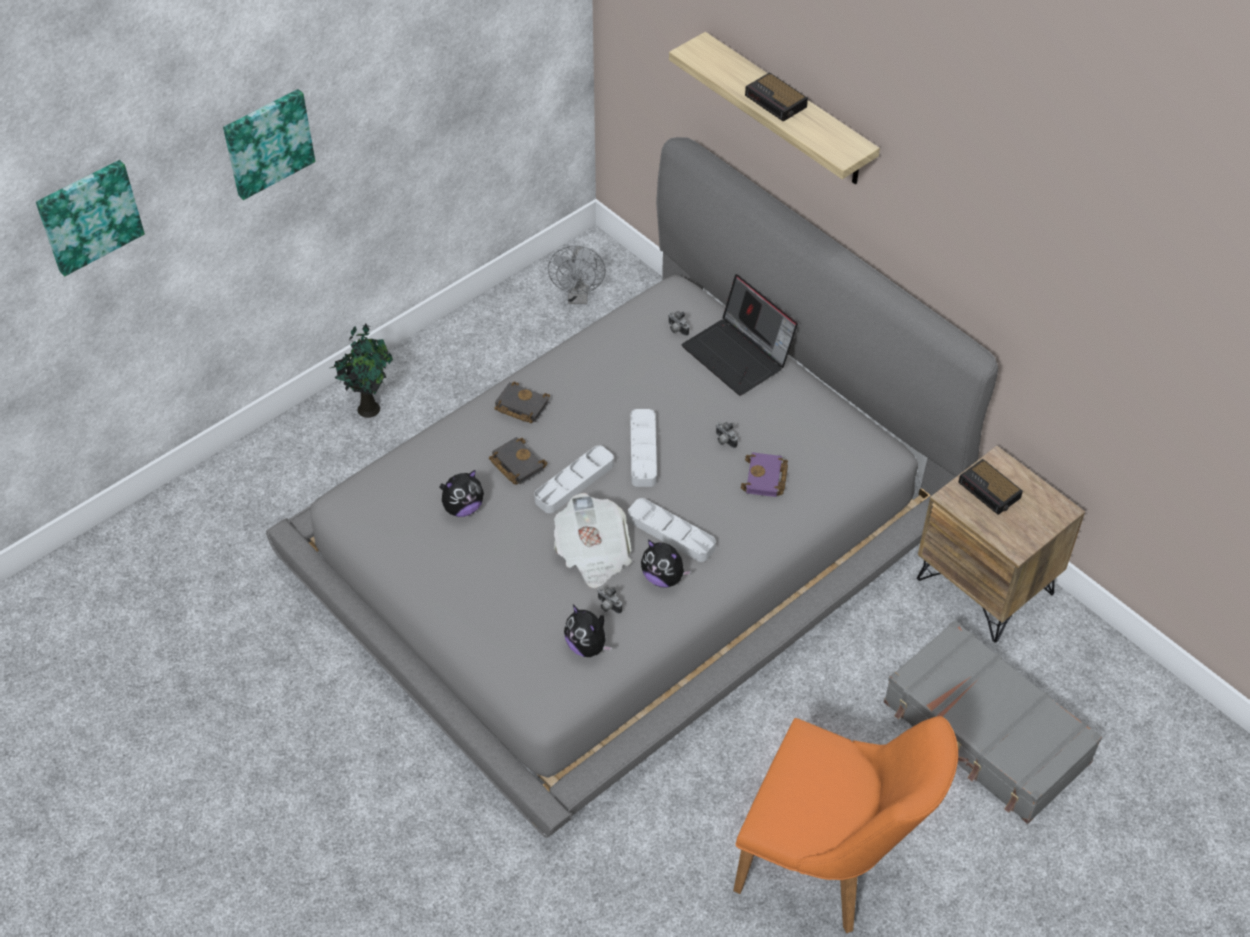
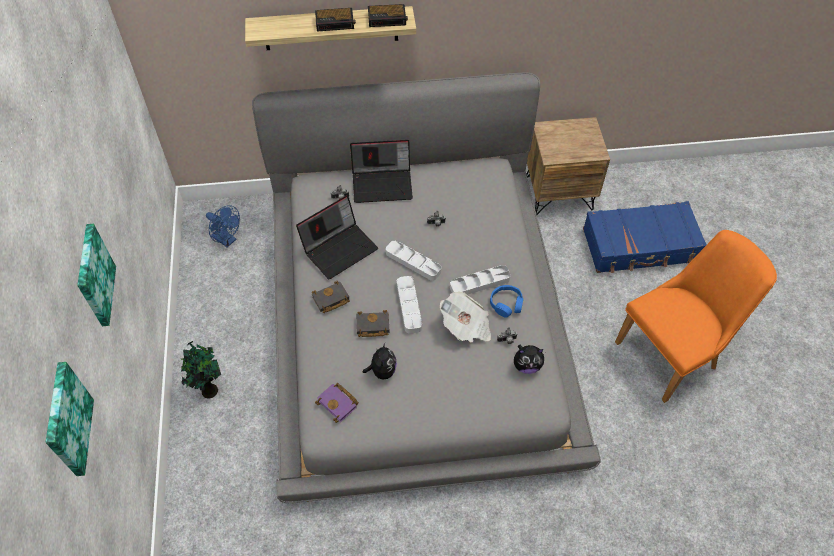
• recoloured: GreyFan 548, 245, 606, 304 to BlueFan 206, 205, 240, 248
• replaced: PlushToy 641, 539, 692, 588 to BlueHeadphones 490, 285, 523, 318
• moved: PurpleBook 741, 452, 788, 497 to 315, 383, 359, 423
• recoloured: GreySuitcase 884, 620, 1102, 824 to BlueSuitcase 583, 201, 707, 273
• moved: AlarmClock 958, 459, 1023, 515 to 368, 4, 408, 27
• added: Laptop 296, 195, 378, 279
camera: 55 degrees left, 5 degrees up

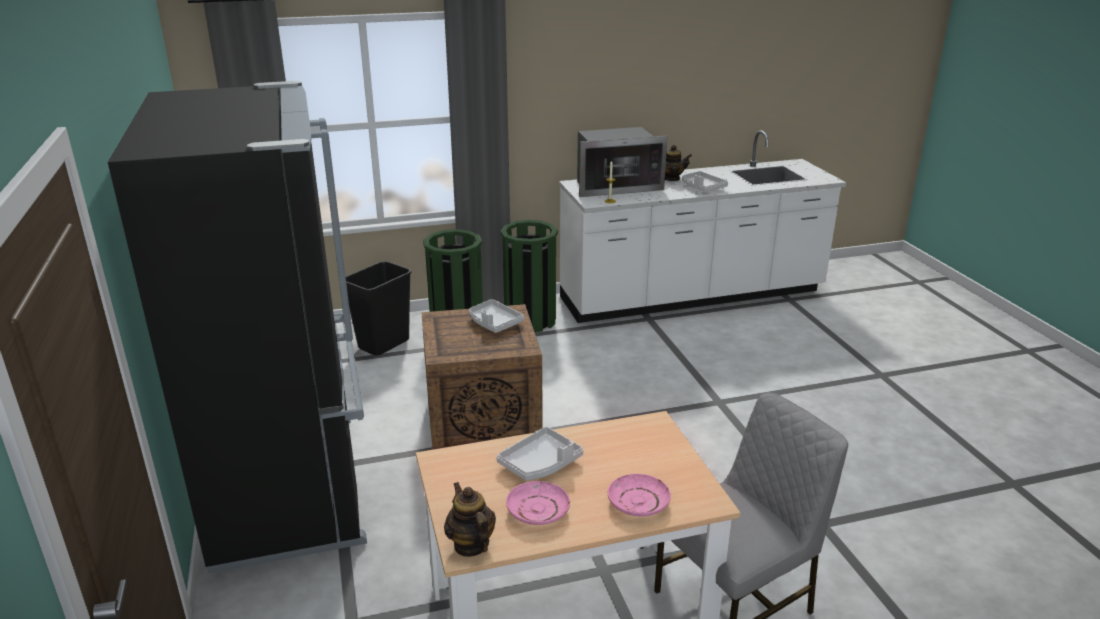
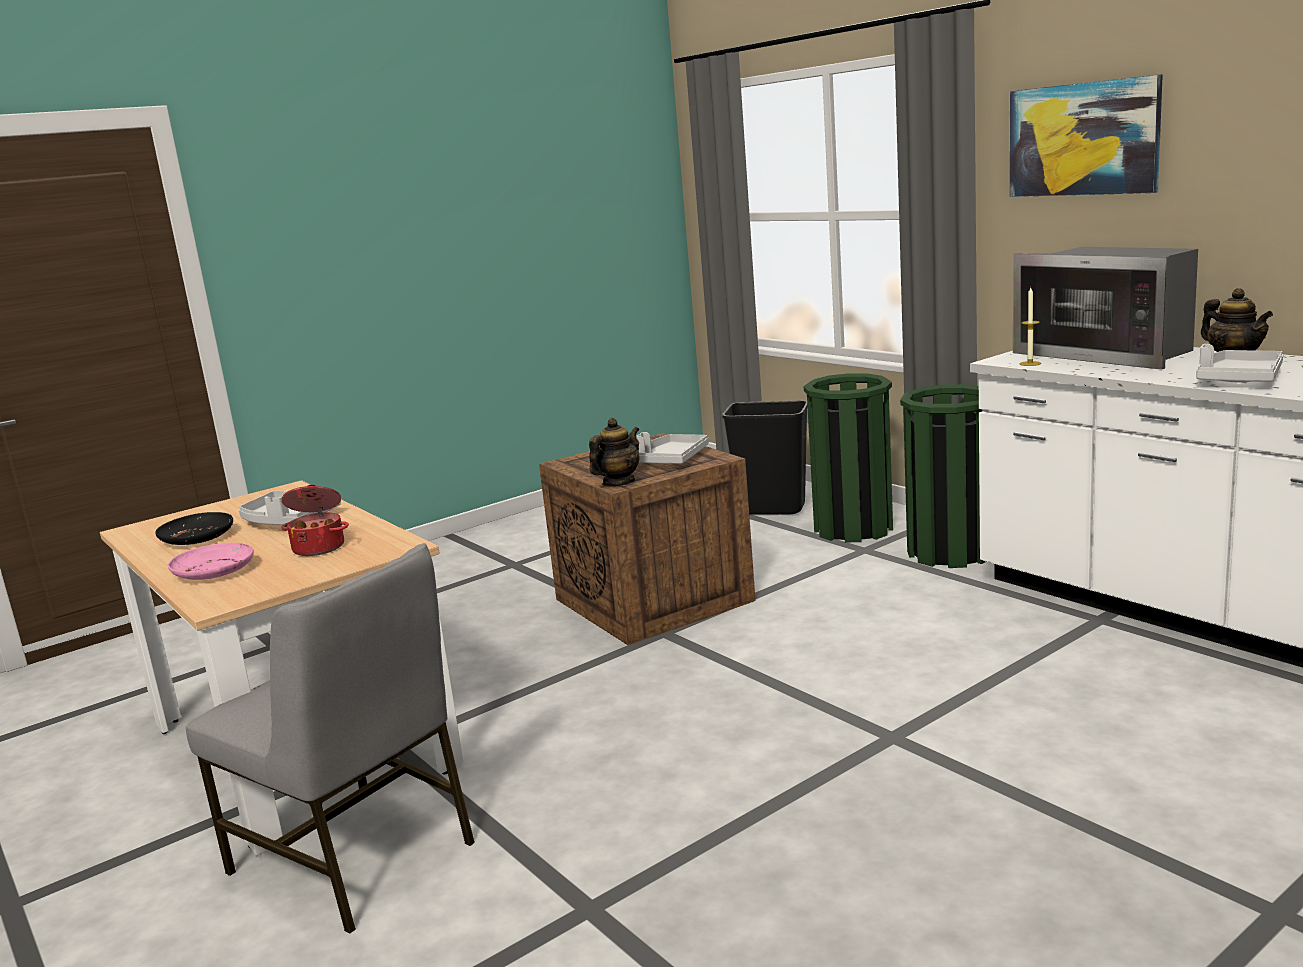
• removed: BlackFridge 108, 81, 367, 574
• moved: Teapot 444, 482, 496, 557 to 589, 418, 640, 486
• recoloured: PinkPlate 506, 481, 570, 525 to BlackPlate 155, 512, 233, 545
• added: CookingPot 282, 485, 349, 556
• added: Picture 1010, 74, 1163, 197
camera: 70 degrees right, 10 degrees down

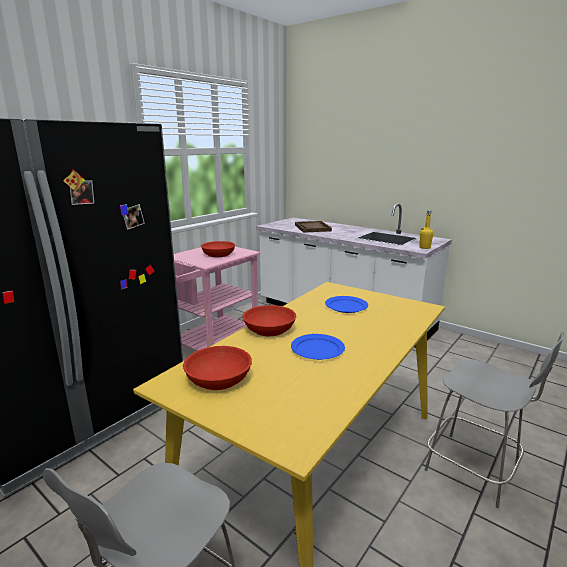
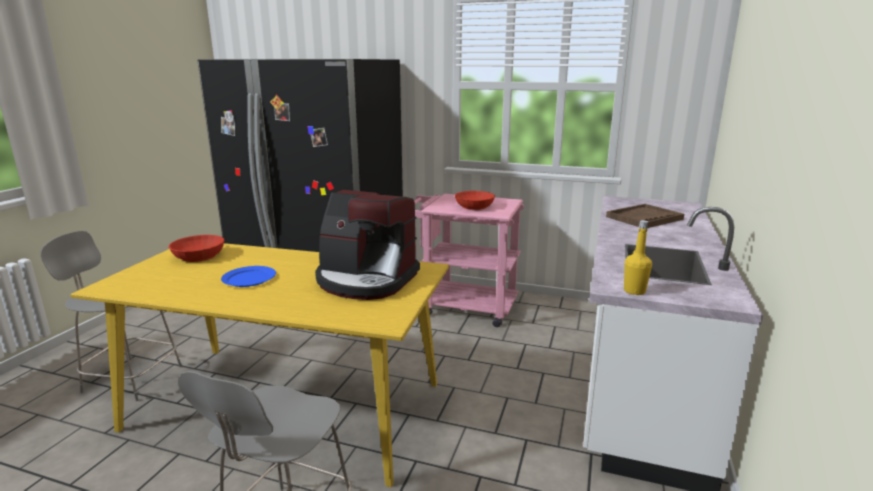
• removed: RedBowl 242, 305, 296, 336
• replaced: BluePlate 325, 296, 368, 313 to CoffeeMachine 315, 190, 420, 300
camera: 70 degrees right, 0 degrees up

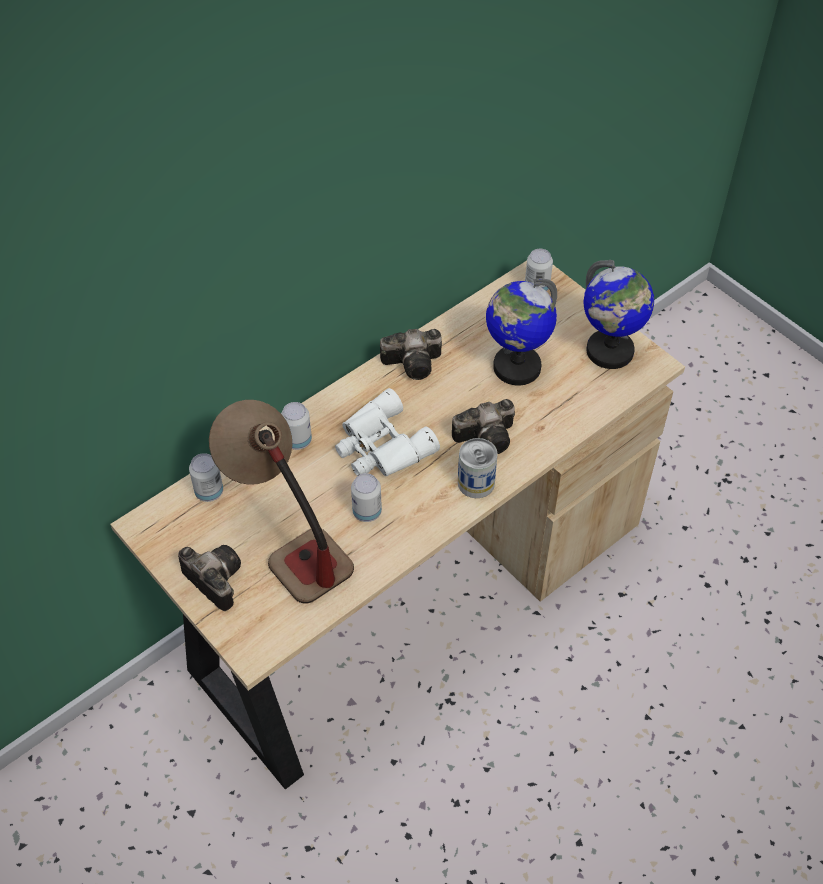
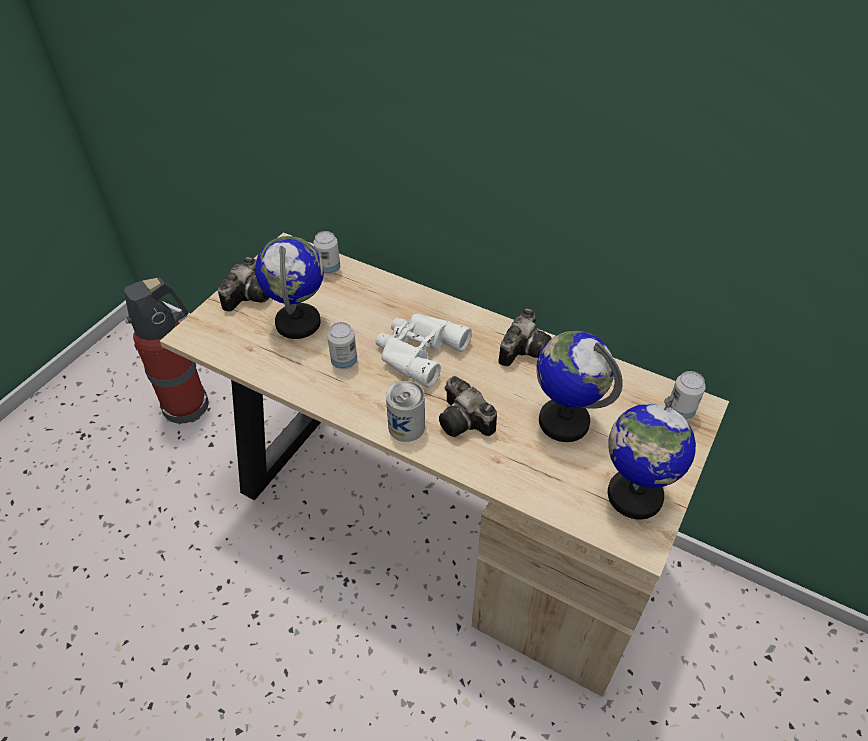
• replaced: TableLamp 209, 400, 354, 604 to Globe 255, 236, 324, 339
• removed: Can 281, 402, 312, 450
• turned: PhotoCamera 380, 329, 442, 380 = 498, 308, 552, 366 120 degrees counterclockwise
• added: FireExtinguisher 124, 277, 209, 424
camera: 70 degrees right, 5 degrees down

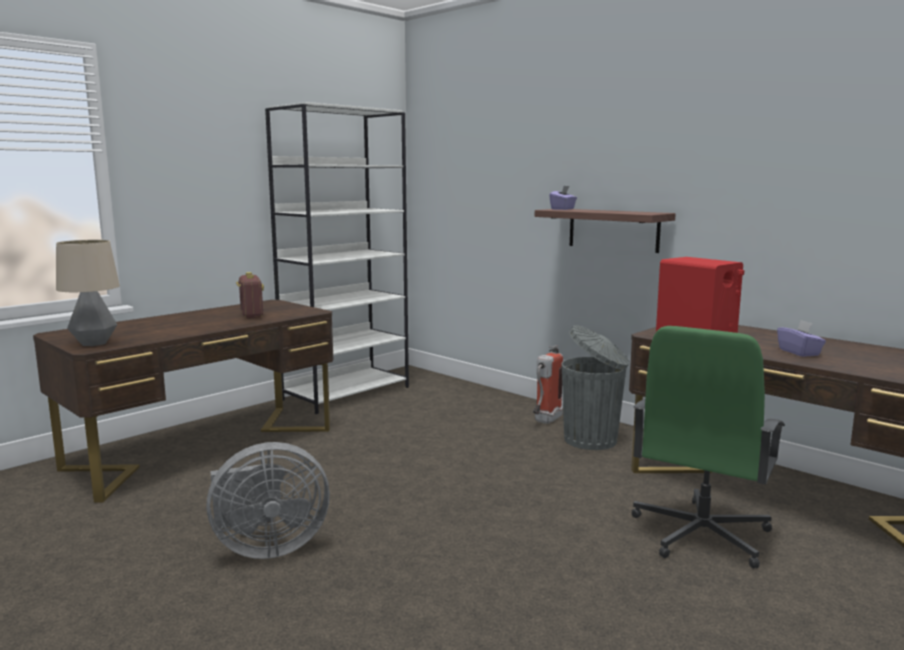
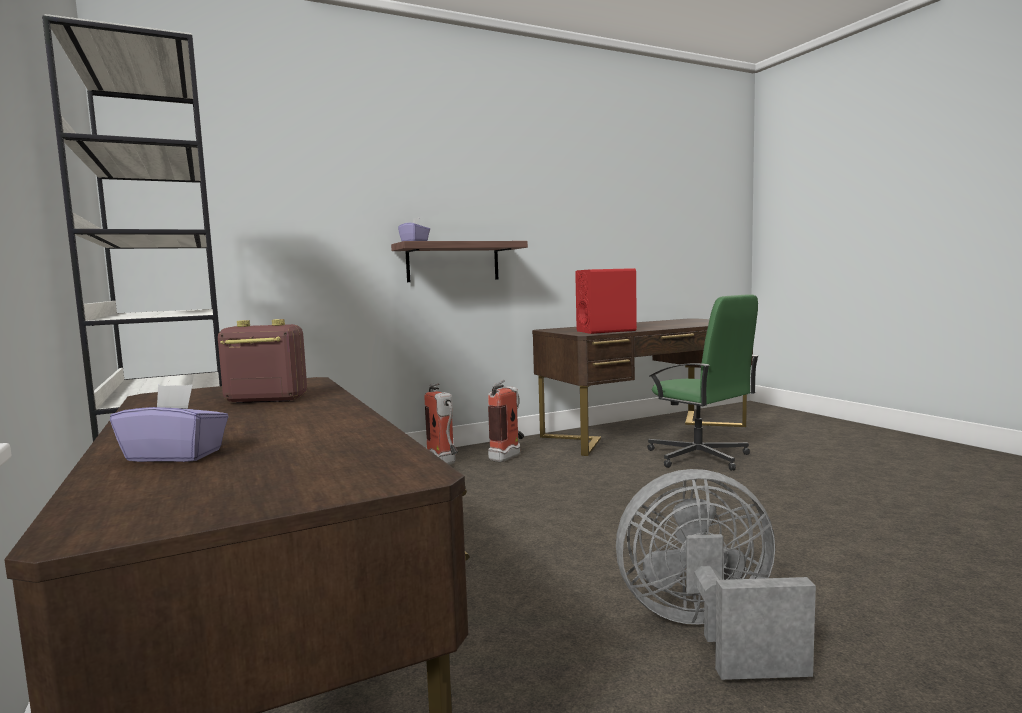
• removed: TableLamp 56, 240, 120, 346
• turned: GreyFan 207, 442, 330, 559 = 616, 469, 816, 680 90 degrees counterclockwise
• replaced: GreyTrashCan 561, 325, 630, 450 to FireExtinguisher 488, 380, 524, 462
• moved: PurpleTissueBox 777, 320, 826, 357 to 110, 384, 229, 462
camera: 70 degrees left, 5 degrees down

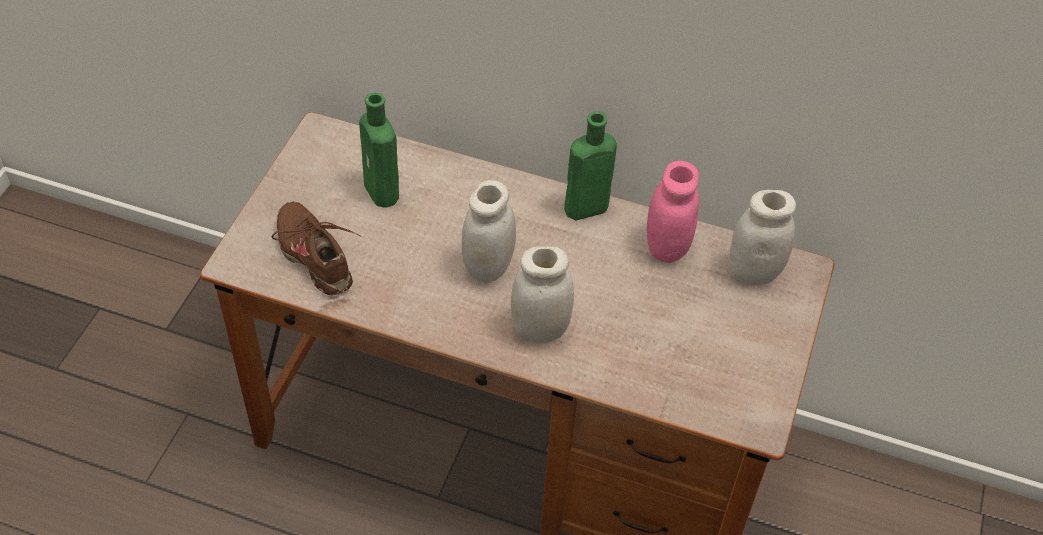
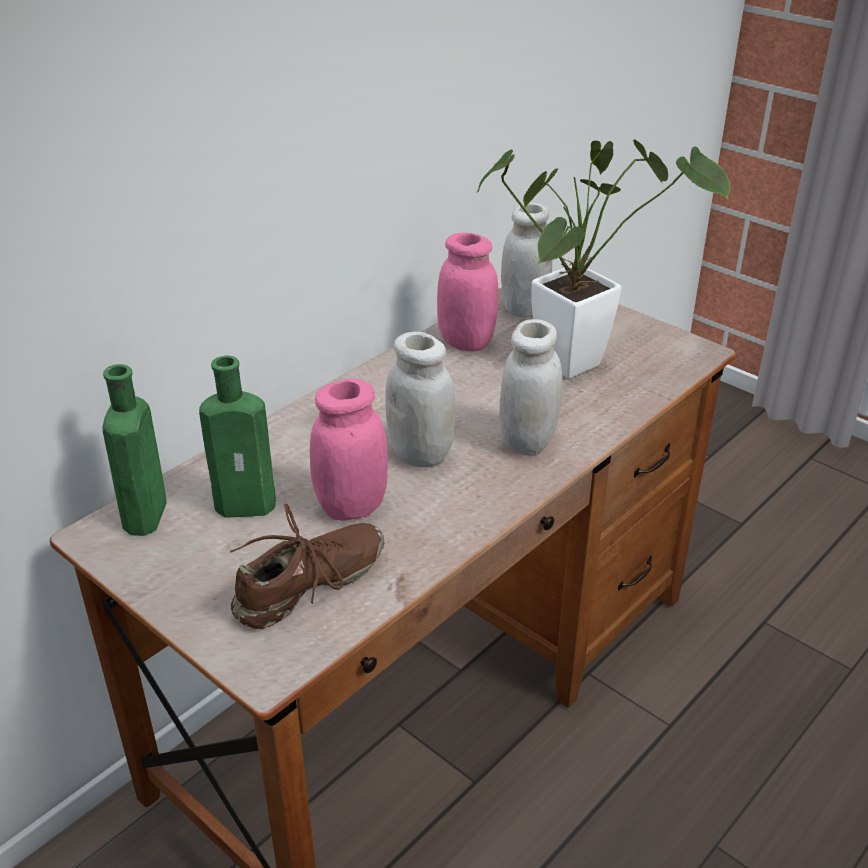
• turned: BrownShoe 271, 201, 361, 296 = 230, 504, 384, 629 150 degrees clockwise
• moved: GreenBottle 564, 111, 617, 220 to 103, 364, 167, 536
• added: PinkJar 310, 379, 388, 521
• added: PottedPlant 476, 140, 730, 379
camera: 65 degrees left, 15 degrees down

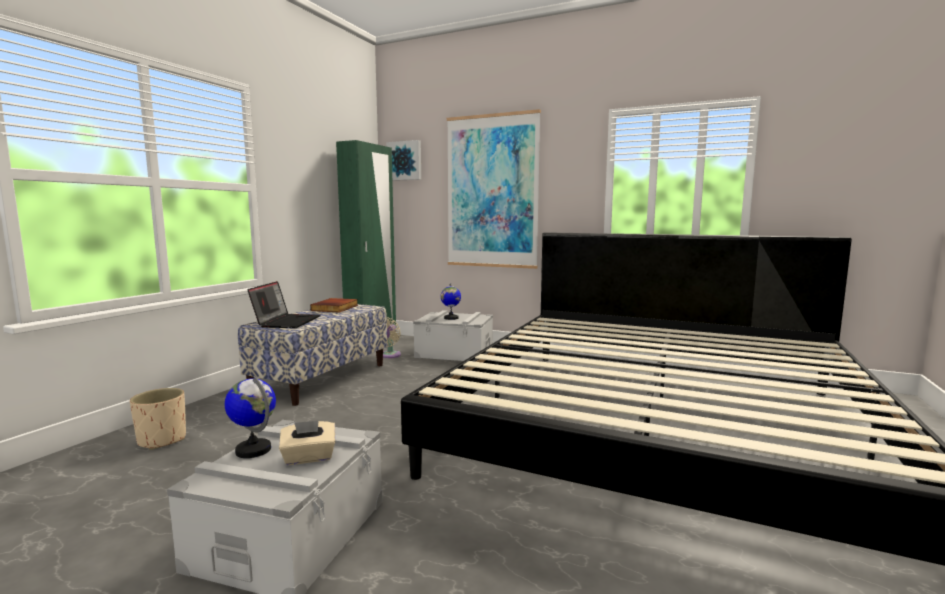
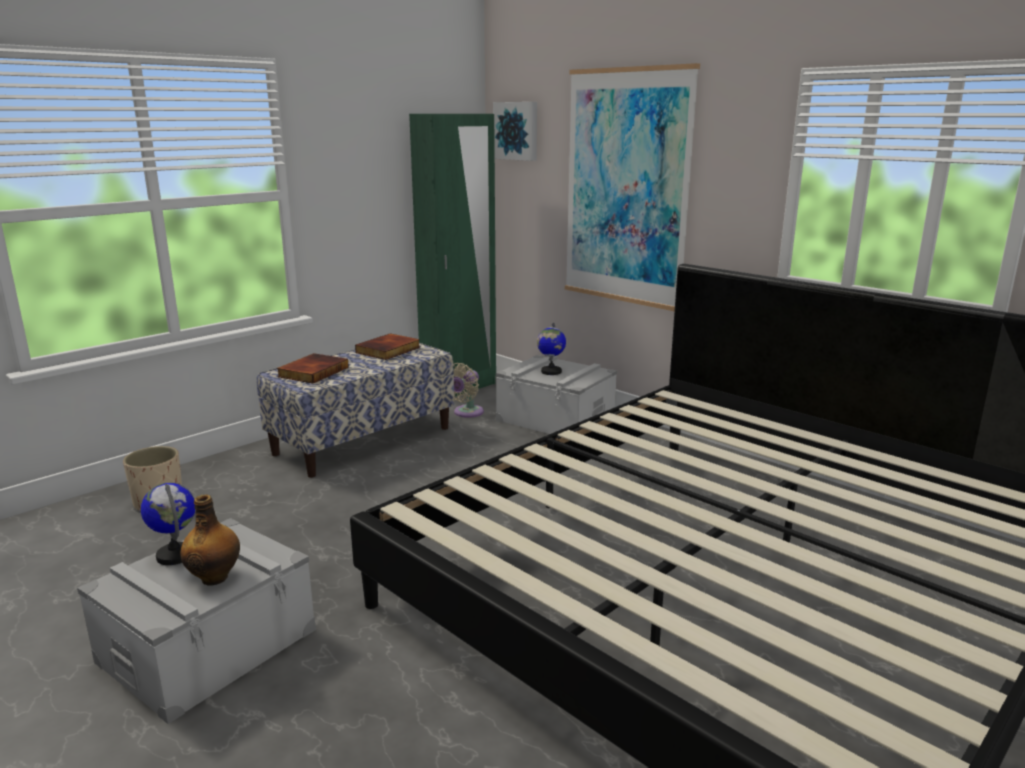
• replaced: Laptop 248, 281, 320, 328 to Book 277, 353, 349, 383
• replaced: BeigeTissueBox 279, 421, 335, 465 to Bottle 180, 494, 240, 586
camera: 20 degrees right, 10 degrees up

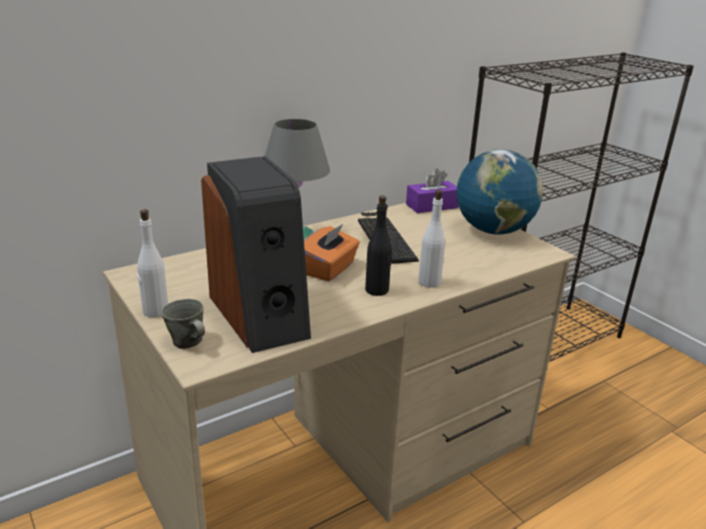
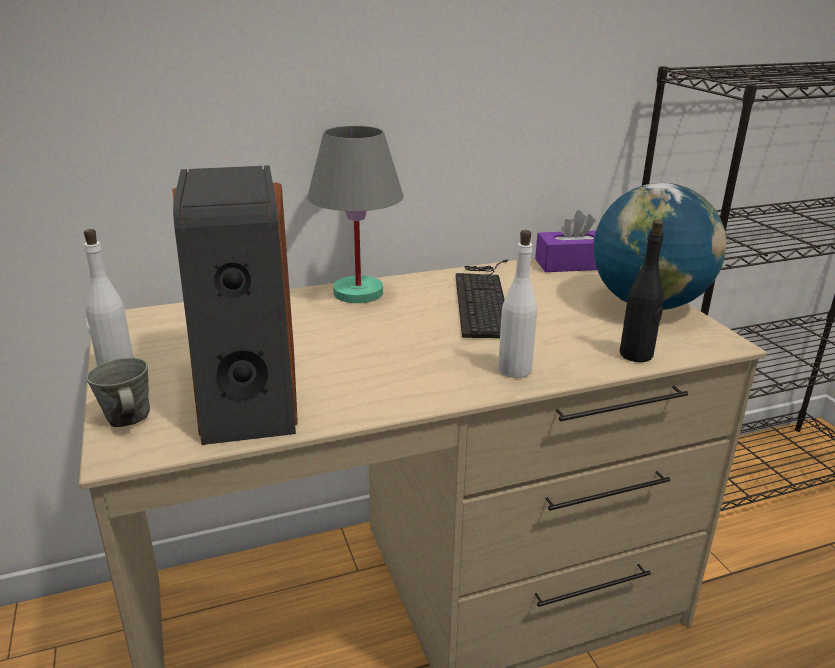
• removed: OrangeTissueBox 304, 224, 360, 282
• moved: BlackBottle 365, 196, 392, 296 to 620, 220, 664, 362
camera: 15 degrees right, 0 degrees up

